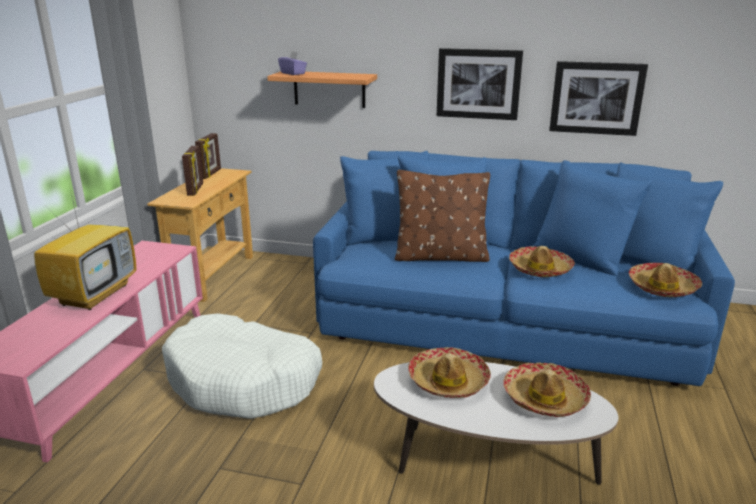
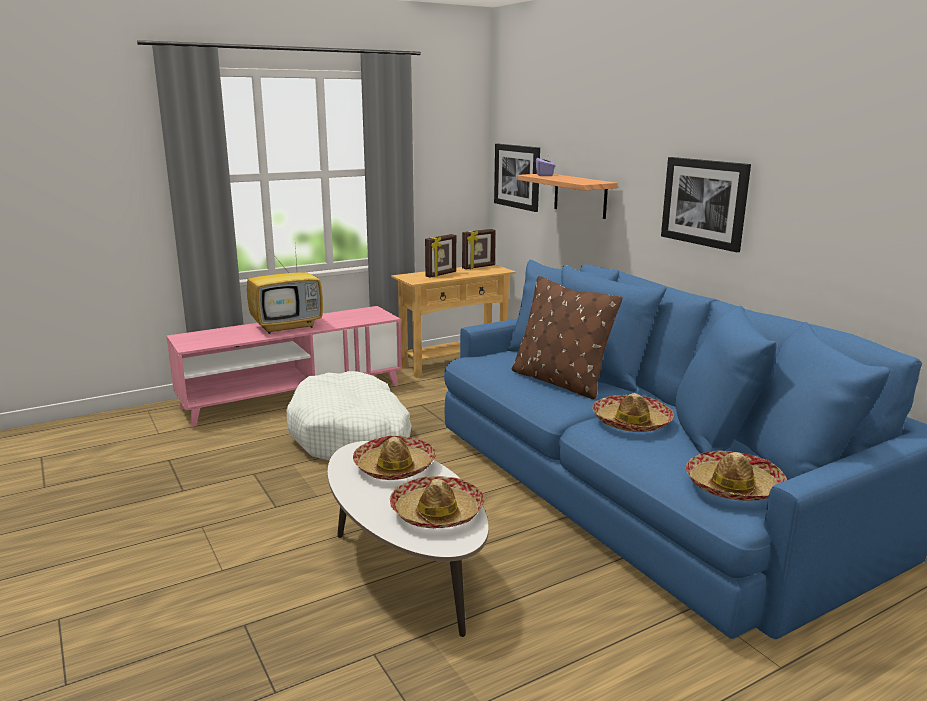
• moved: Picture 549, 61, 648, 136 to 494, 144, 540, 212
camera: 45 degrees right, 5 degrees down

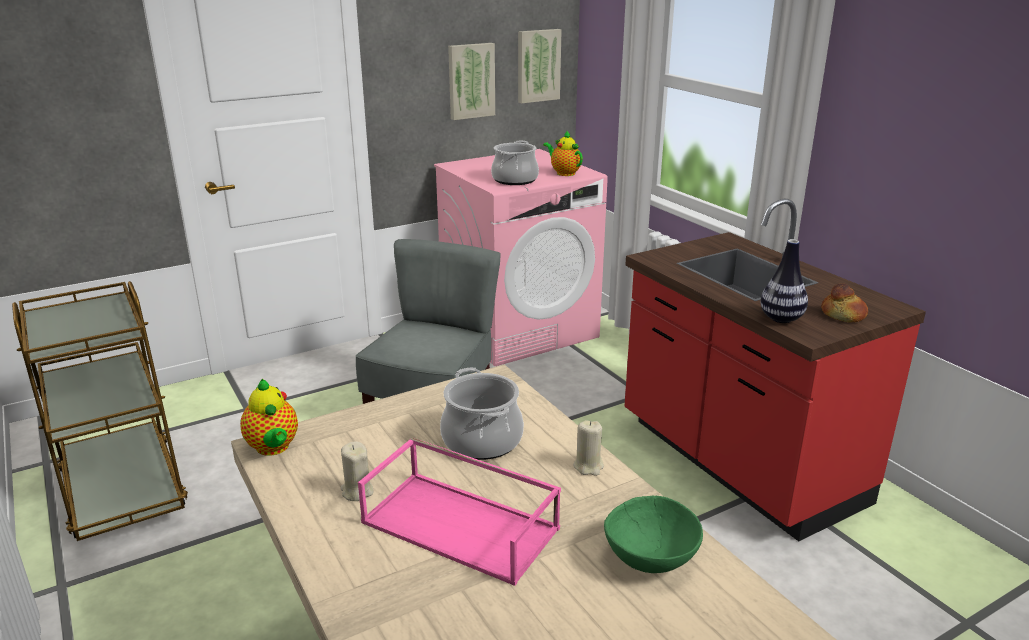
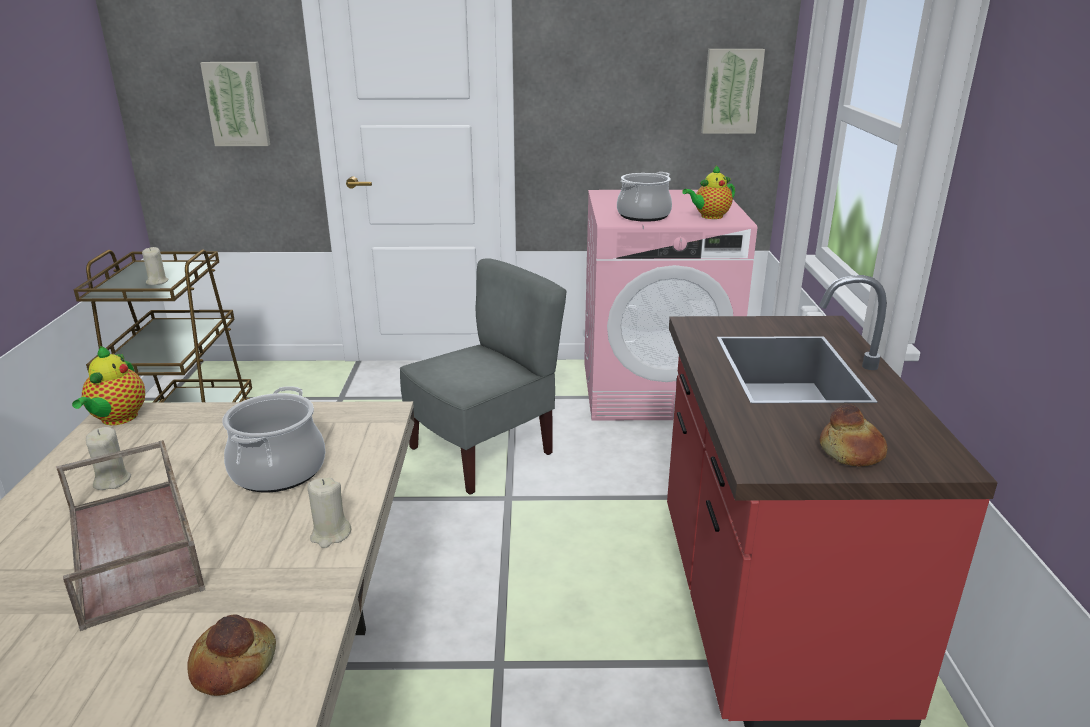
• recoloured: PinkTray 358, 437, 561, 586 to BrownTray 57, 440, 205, 631
• moved: Picture 448, 43, 495, 120 to 200, 62, 270, 146
• turned: Teapot 543, 130, 583, 176 = 682, 165, 735, 219 105 degrees counterclockwise
• replaced: GreenBowl 604, 496, 703, 573 to Bread 187, 614, 276, 696
• removed: Vase 761, 239, 808, 323
• added: BeigeCandle 142, 247, 169, 285
camera: 30 degrees right, 0 degrees up

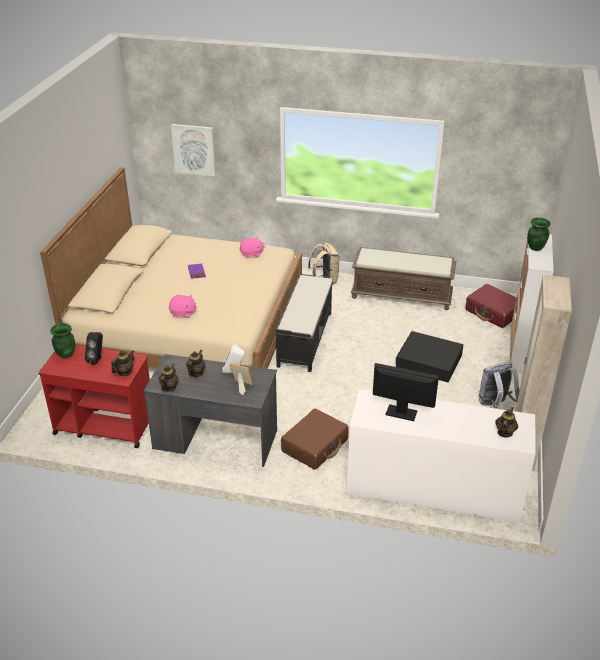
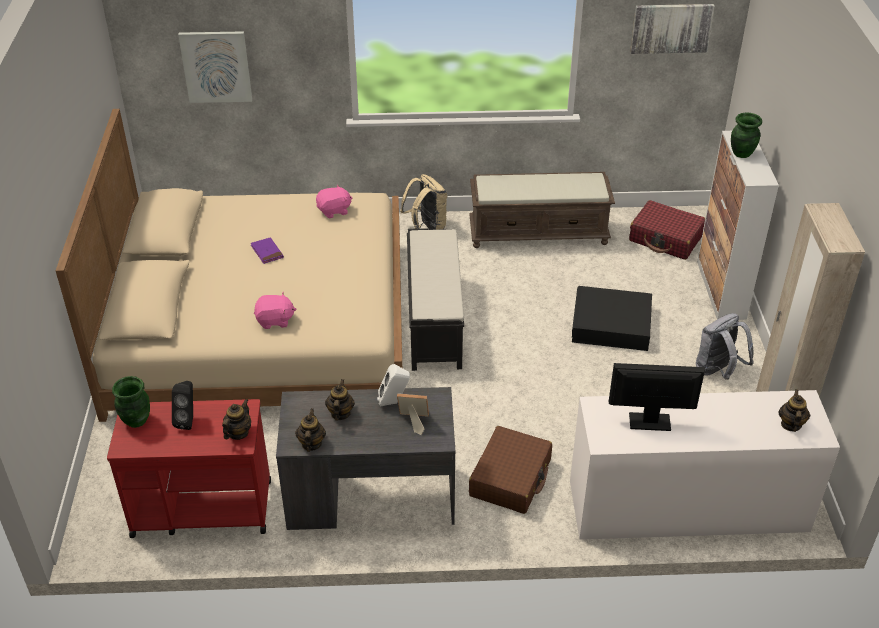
• added: Picture 630, 4, 715, 54
camera: 15 degrees left, 5 degrees up

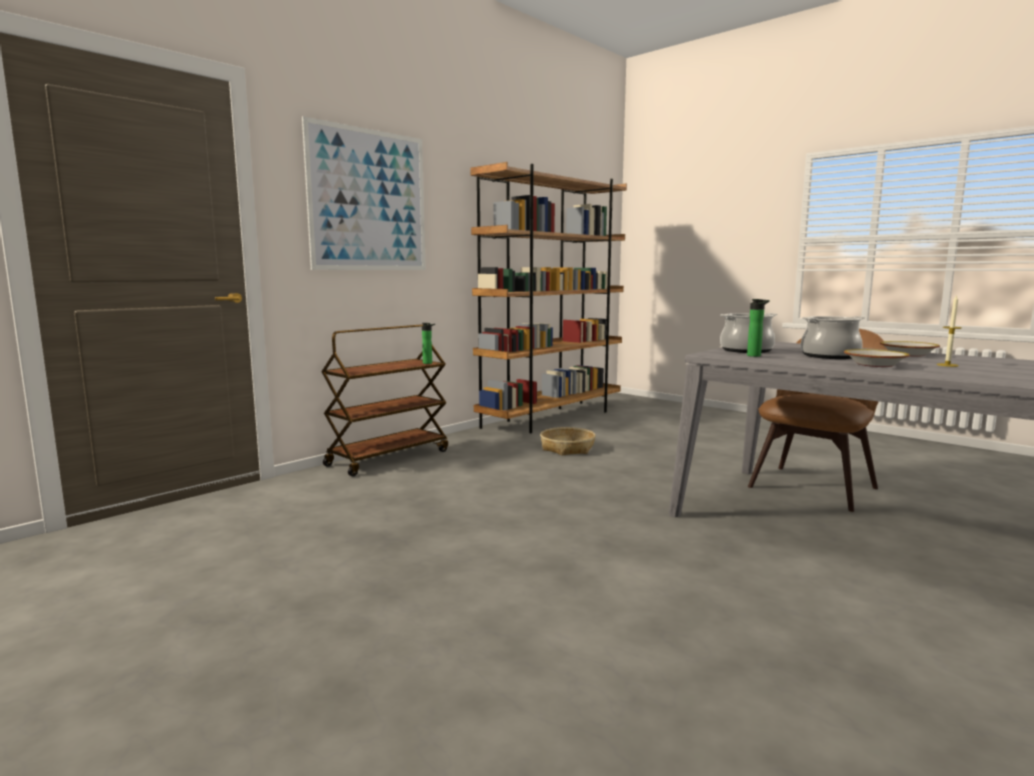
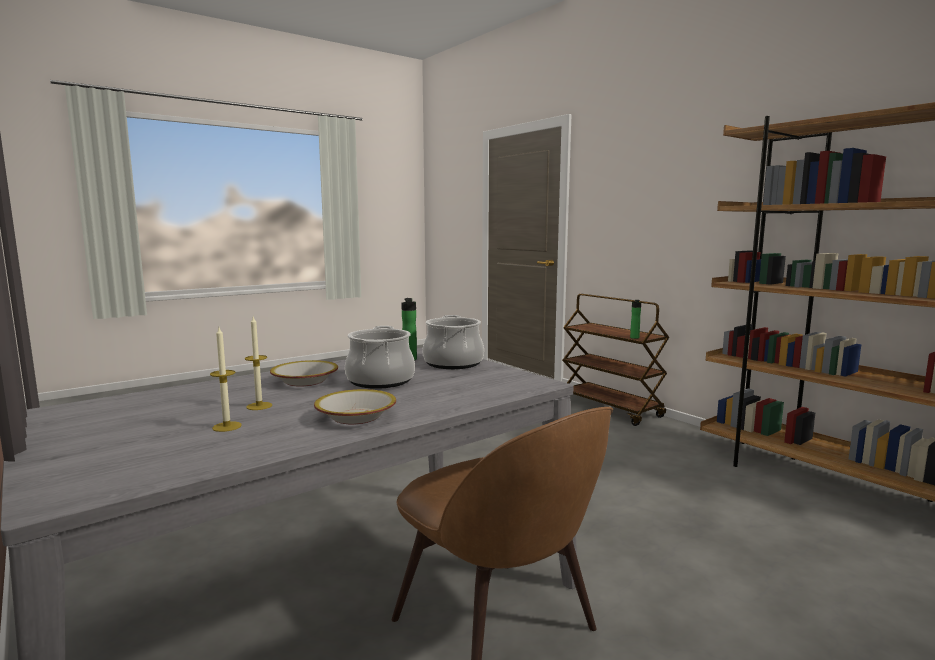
• removed: Picture 302, 116, 426, 270
• removed: Basket 540, 427, 596, 456
• added: Candle 210, 327, 242, 432
camera: 100 degrees right, 0 degrees up

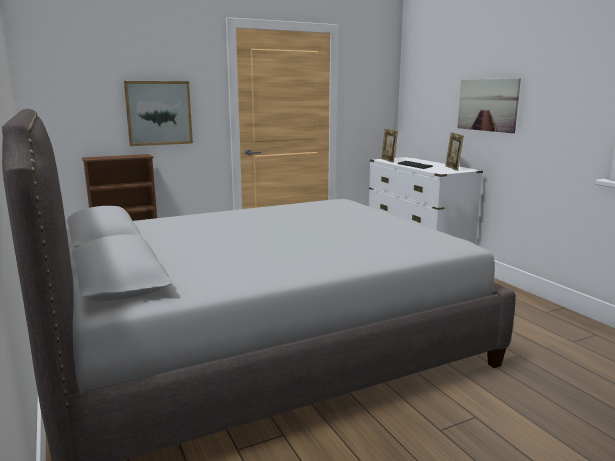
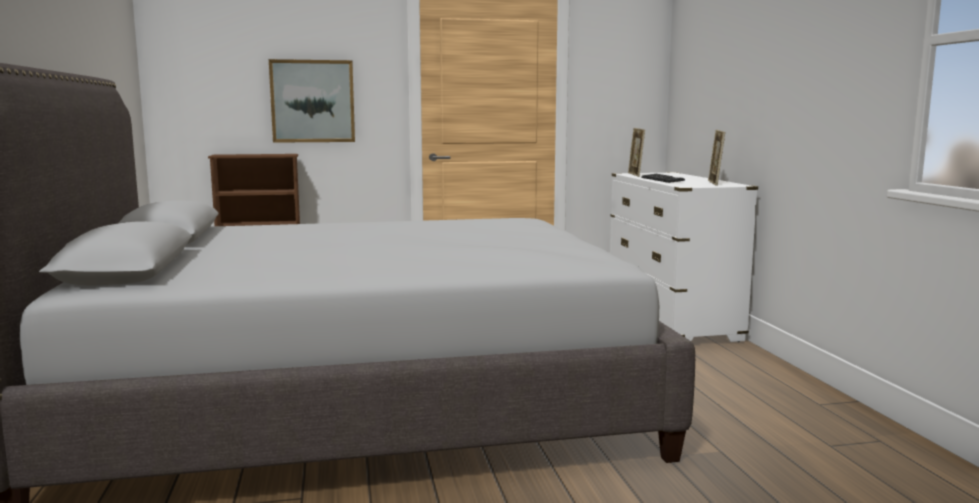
• removed: Picture 457, 78, 521, 133
camera: 15 degrees right, 5 degrees down

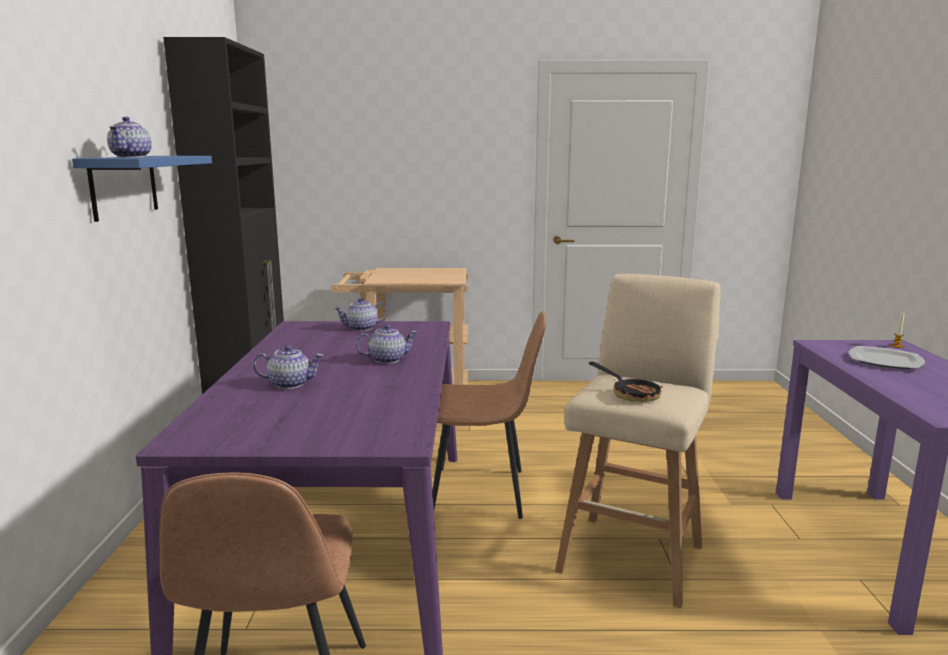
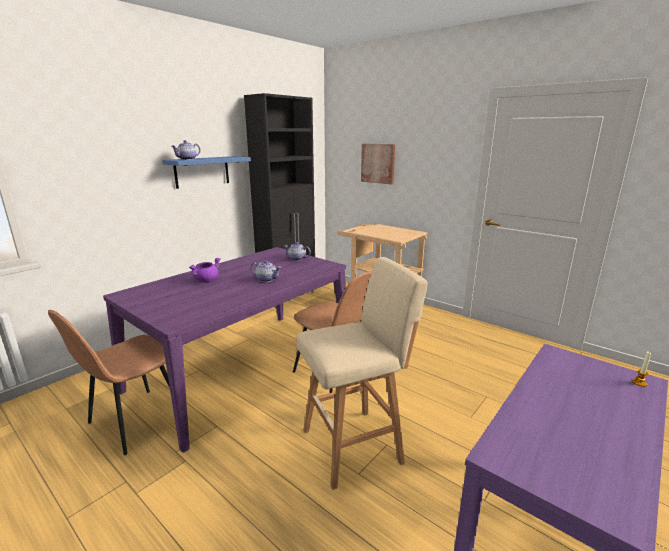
• replaced: Teapot 253, 345, 323, 389 to PurpleCookingPot 189, 258, 221, 282
• removed: FryingPan 589, 362, 663, 402
• removed: Plate 849, 346, 925, 369
• added: Picture 361, 144, 395, 184
camera: 40 degrees right, 5 degrees up

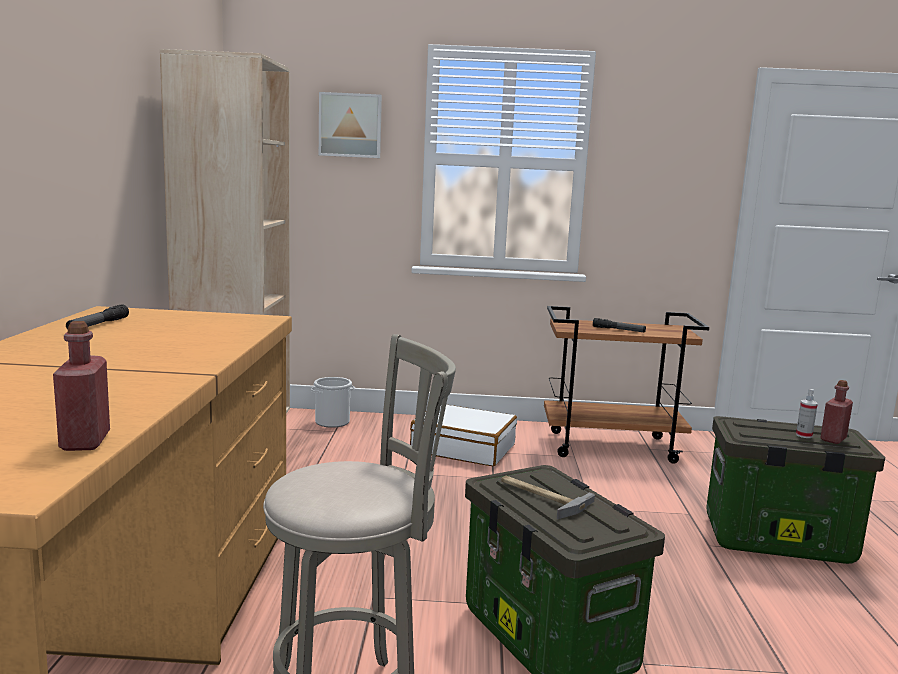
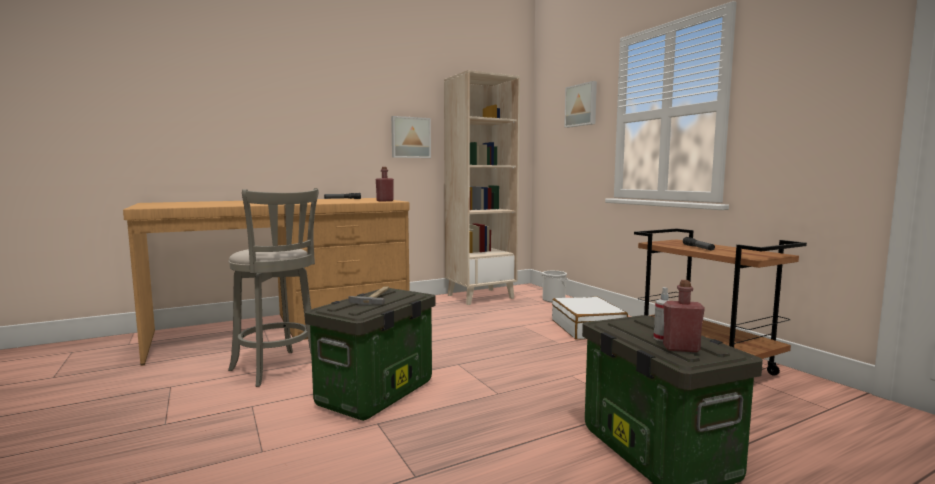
• moved: RedBottle 53, 321, 110, 451 to 376, 167, 394, 202
• added: Picture 391, 116, 431, 158
camera: 60 degrees right, 5 degrees down

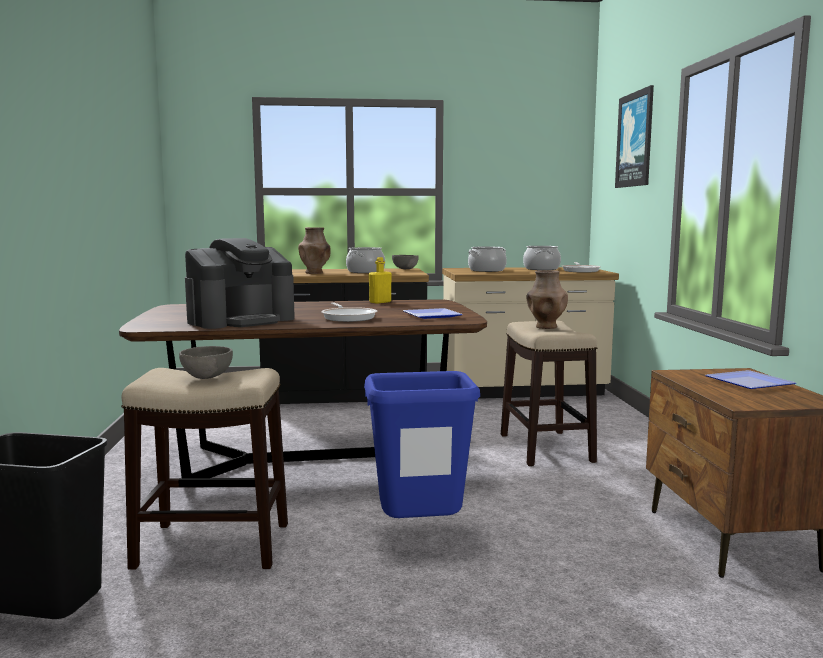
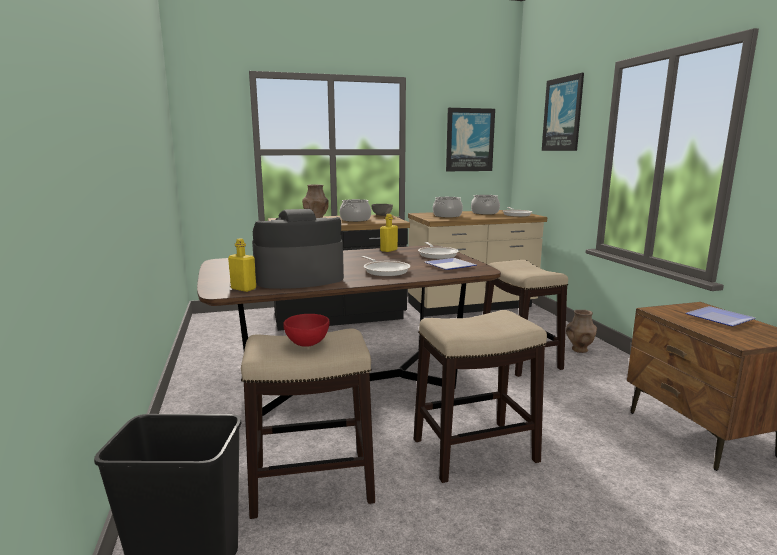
• recoloured: GreyBowl 179, 346, 233, 379 to RedBowl 283, 314, 330, 347
• turned: CoffeeMachine 185, 238, 295, 329 = 252, 209, 344, 289 150 degrees counterclockwise
• replaced: BlueTrashCan 364, 371, 480, 518 to Stool 414, 310, 547, 483
• moved: BrownVase 526, 270, 568, 329 to 566, 310, 597, 353
• added: YellowBottle 228, 239, 256, 292
• added: FryingPan 418, 242, 459, 259
• added: Picture 446, 108, 495, 171
camera: 10 degrees left, 5 degrees up

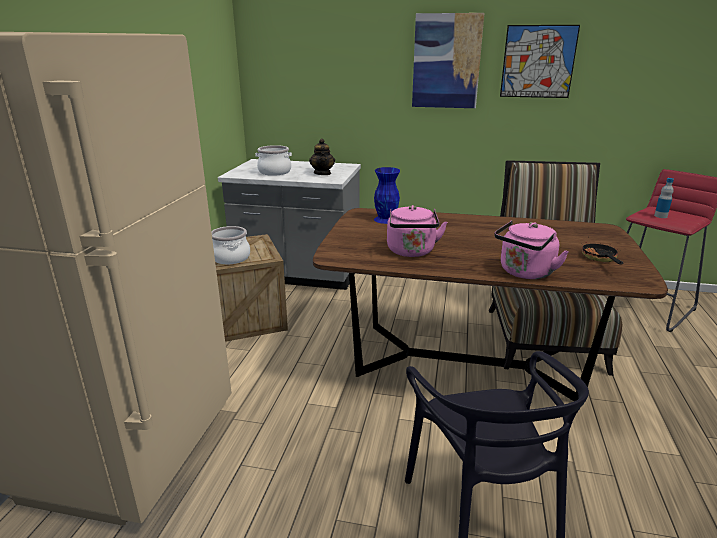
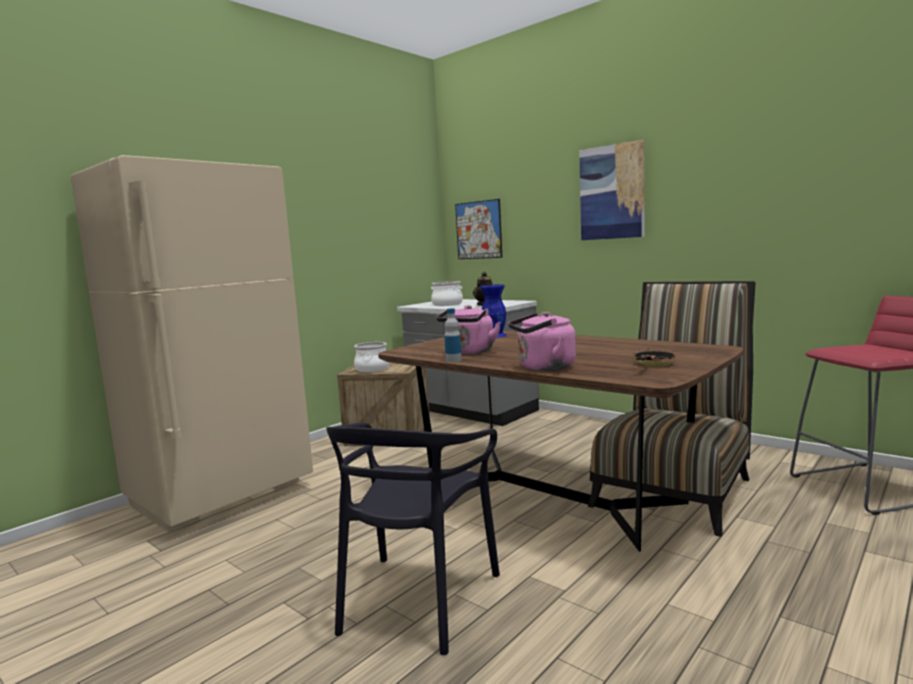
• moved: Picture 500, 25, 580, 98 to 455, 199, 502, 259
• moved: Bottle 654, 178, 674, 218 to 444, 308, 462, 362
camera: 30 degrees right, 15 degrees down

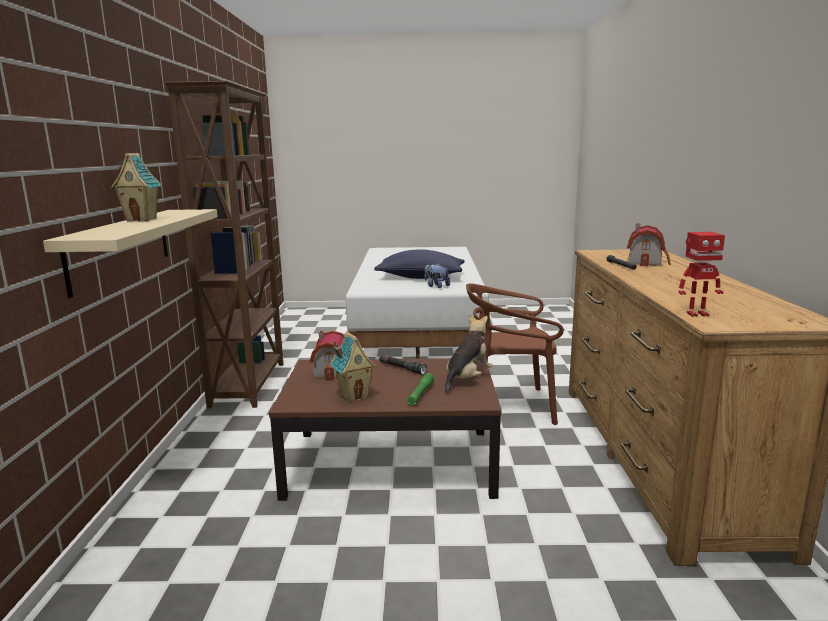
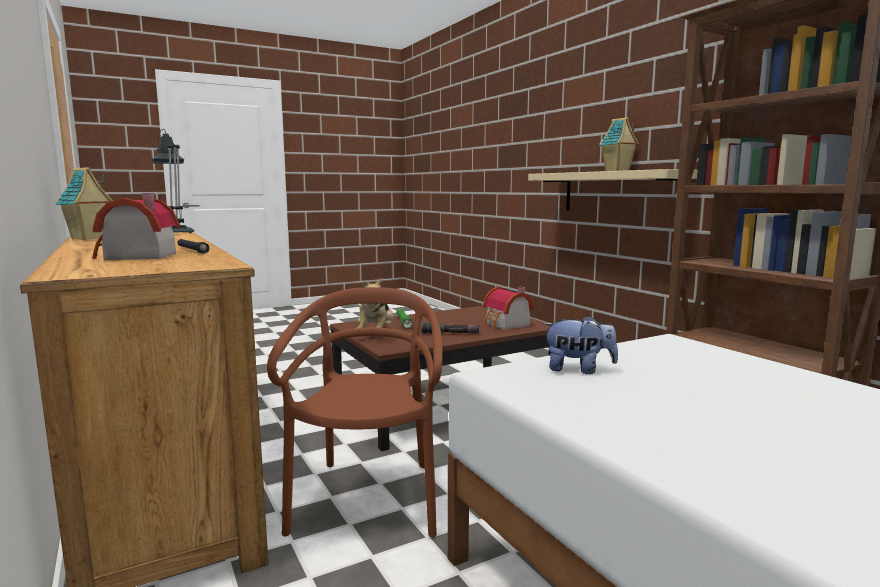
• moved: ToyHouse 330, 331, 376, 402 to 56, 167, 113, 240
• removed: BluePillow 374, 249, 465, 279
• turned: BrownChair 466, 284, 564, 425 = 267, 287, 443, 538 60 degrees counterclockwise
• replaced: ToyRobot 678, 232, 725, 317 to TableLamp 152, 129, 194, 233
camera: 150 degrees right, 5 degrees down

